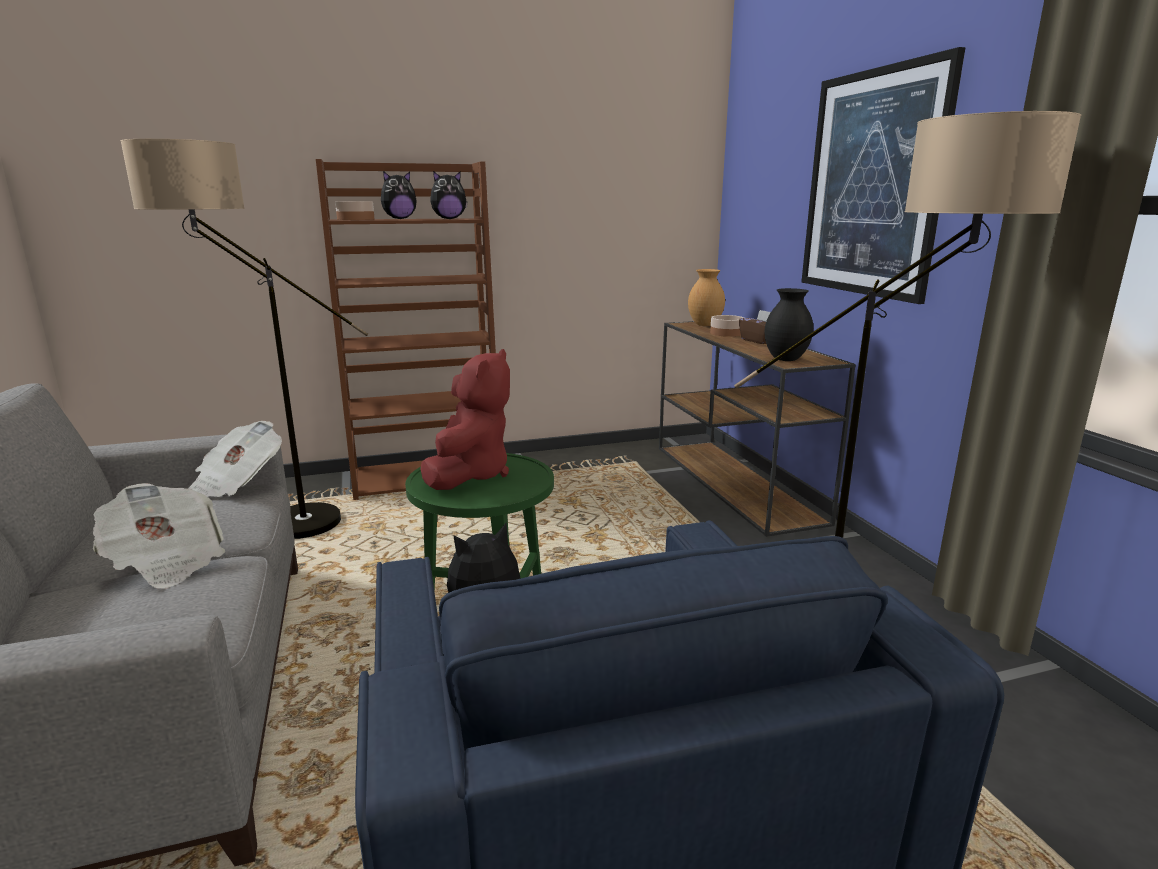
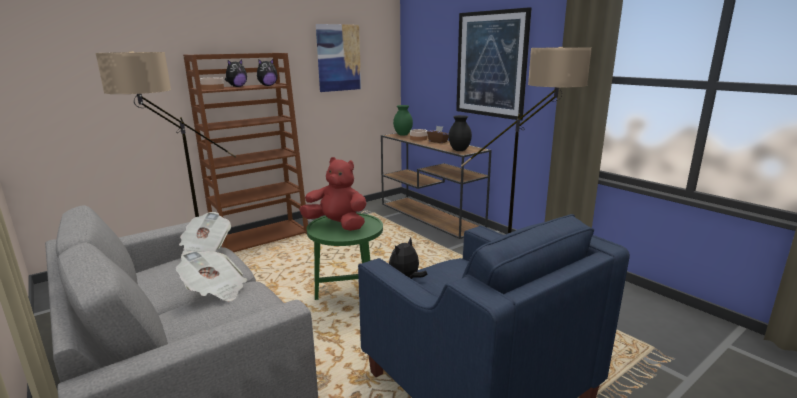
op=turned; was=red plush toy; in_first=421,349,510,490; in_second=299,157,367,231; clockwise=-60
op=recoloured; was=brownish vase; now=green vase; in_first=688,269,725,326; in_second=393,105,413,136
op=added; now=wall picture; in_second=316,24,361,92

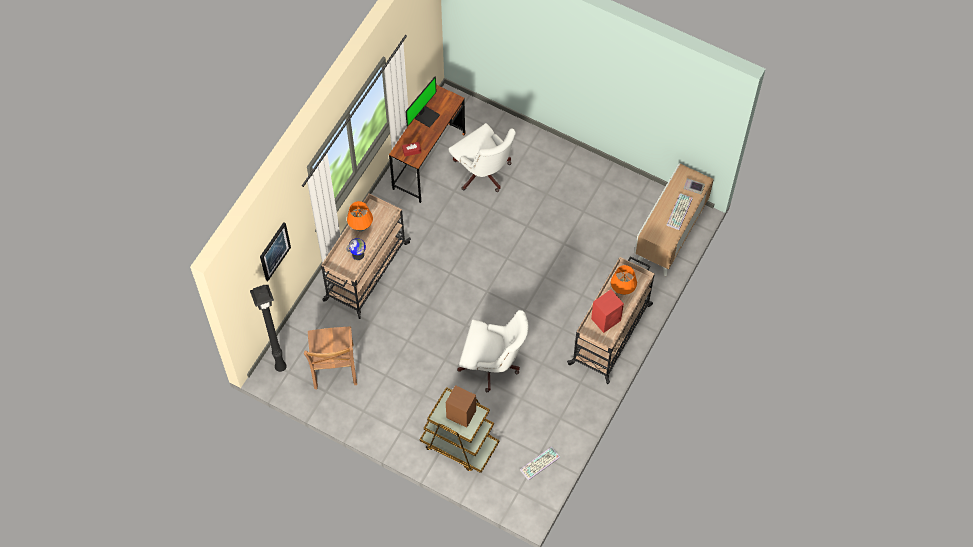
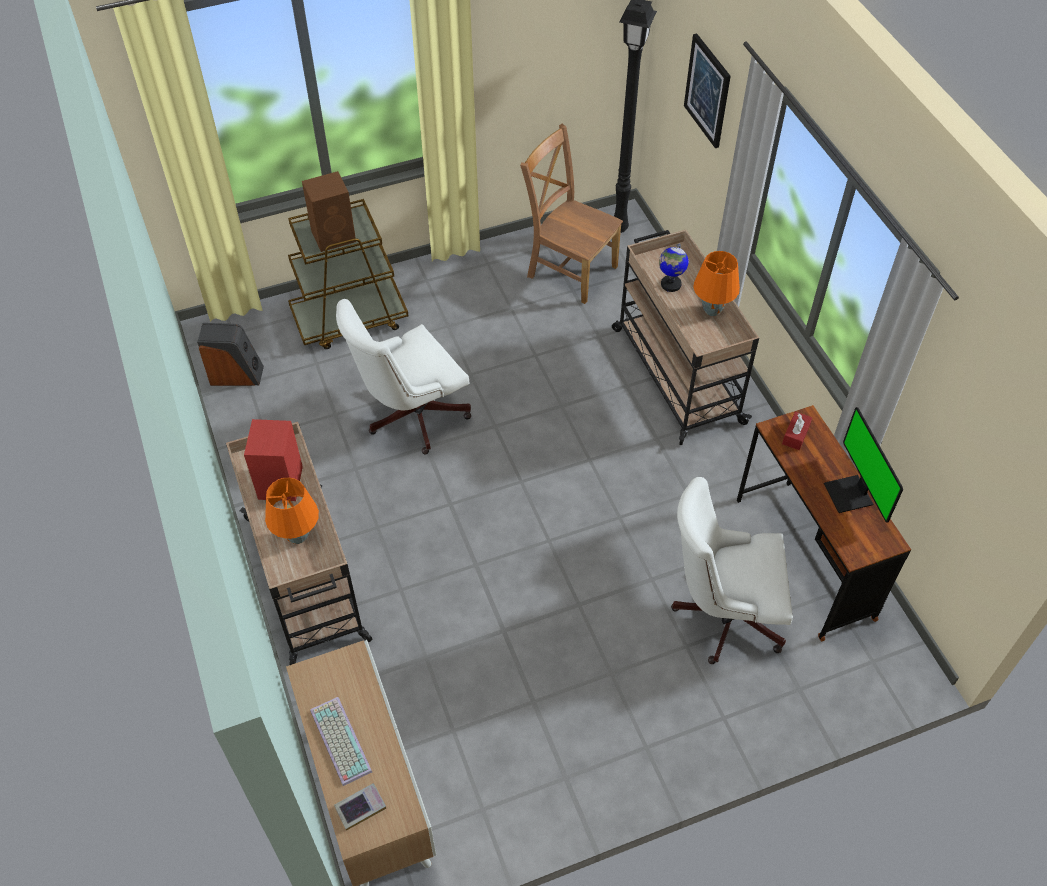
op=replaced; was=PC keyboard; now=audio speaker; in_first=520,447,560,481; in_second=197,323,264,386

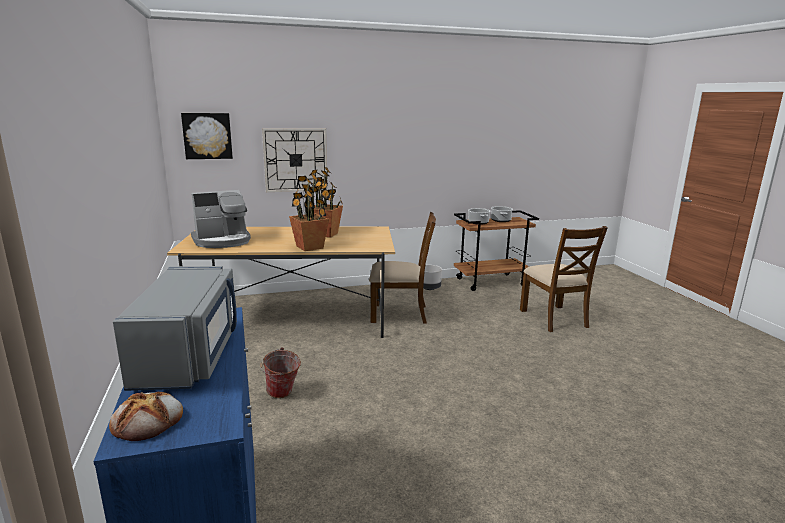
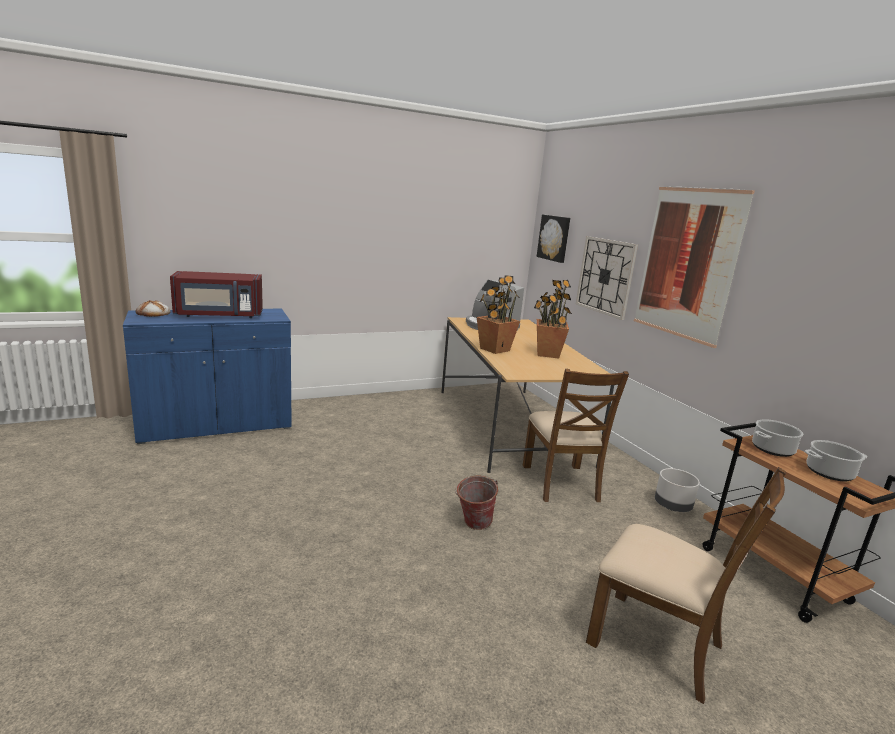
op=recoloured; was=greyish microwave; now=red microwave; in_first=113,266,237,391; in_second=170,271,263,318
op=moved; was=water bucket; in_first=260,347,301,398; in_second=455,476,498,530
op=turned; was=brownish chair; in_first=520,226,608,332; in_second=586,467,786,704; clockwise=-120
op=added; now=wall picture; in_second=634,186,755,348

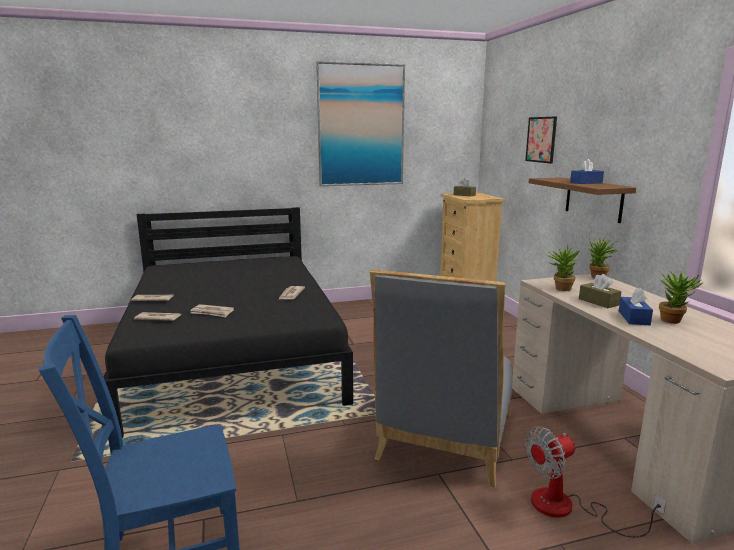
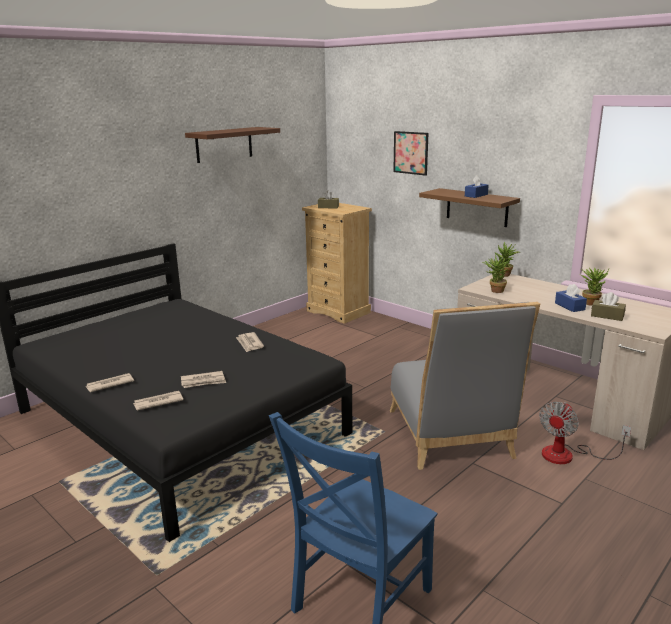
op=replaced; was=wall picture; now=brownish wall shelf; in_first=316,61,405,186; in_second=185,127,280,163
op=moved; was=brownish tissue holder; in_first=579,274,622,308; in_second=591,292,626,321

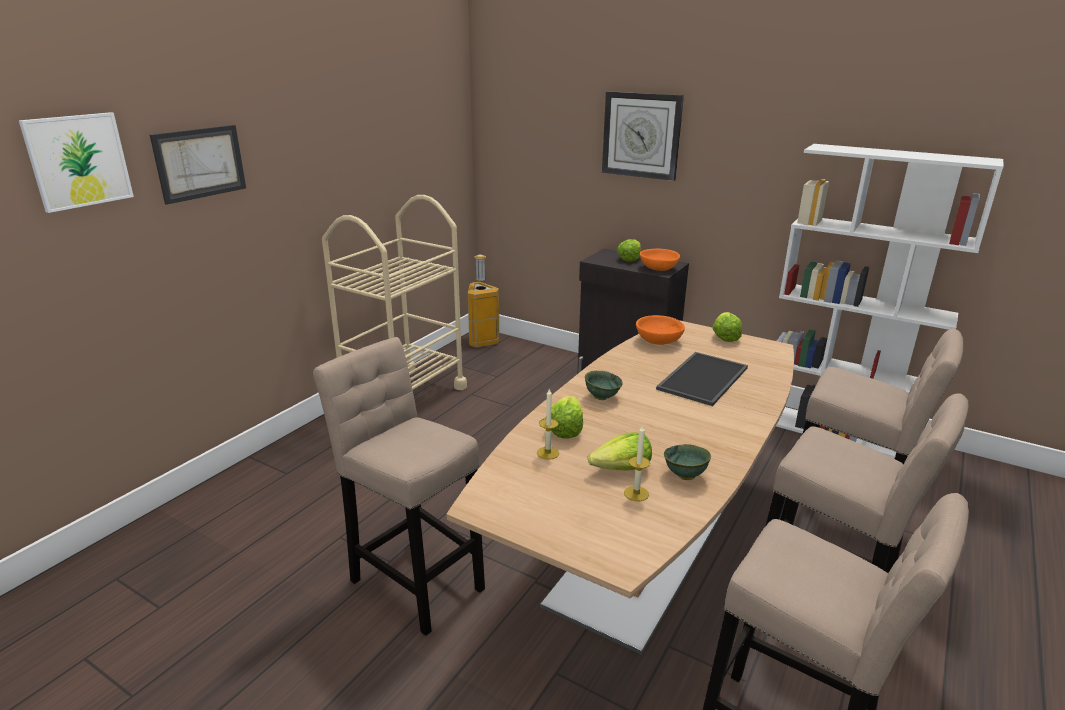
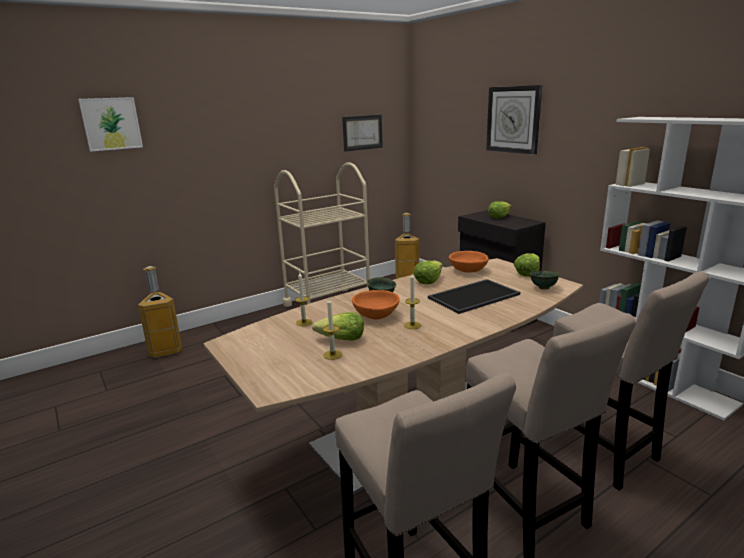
op=moved; was=wall picture; in_first=150,125,246,205; in_second=342,115,383,151
op=removed; was=beige-coloured stool seat; in_first=313,337,485,636
op=moved; was=lettuce; in_first=551,396,583,439; in_second=414,261,443,284
op=moved; was=orange bowl; in_first=640,249,680,271; in_second=352,290,400,319
op=moved; was=green bowl; in_first=664,444,711,480; in_second=530,271,560,289
op=added; now=trash can; in_second=138,266,182,358
op=added; now=wax light; in_second=404,274,421,329

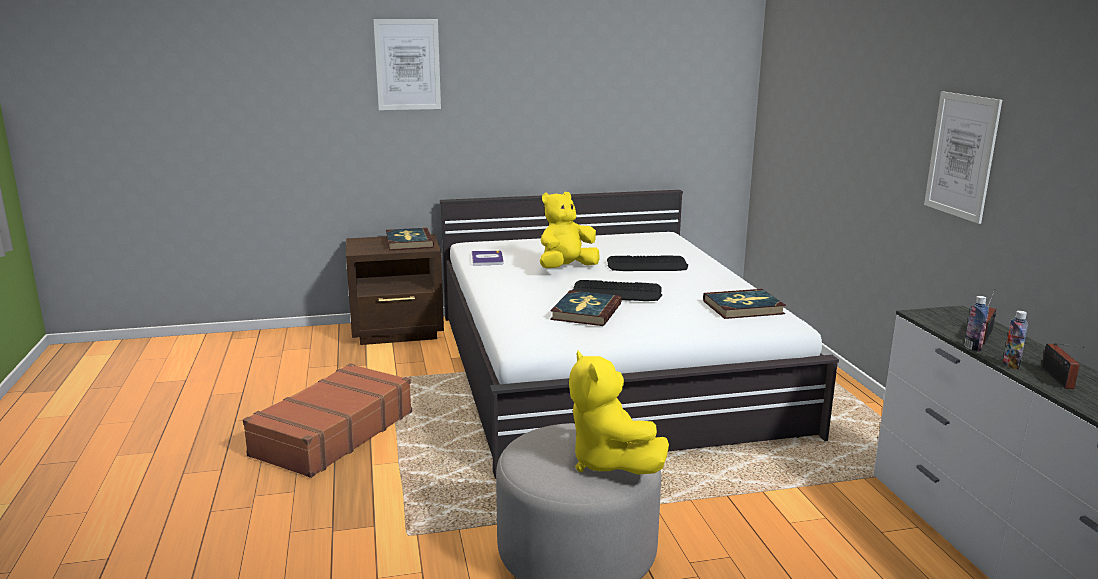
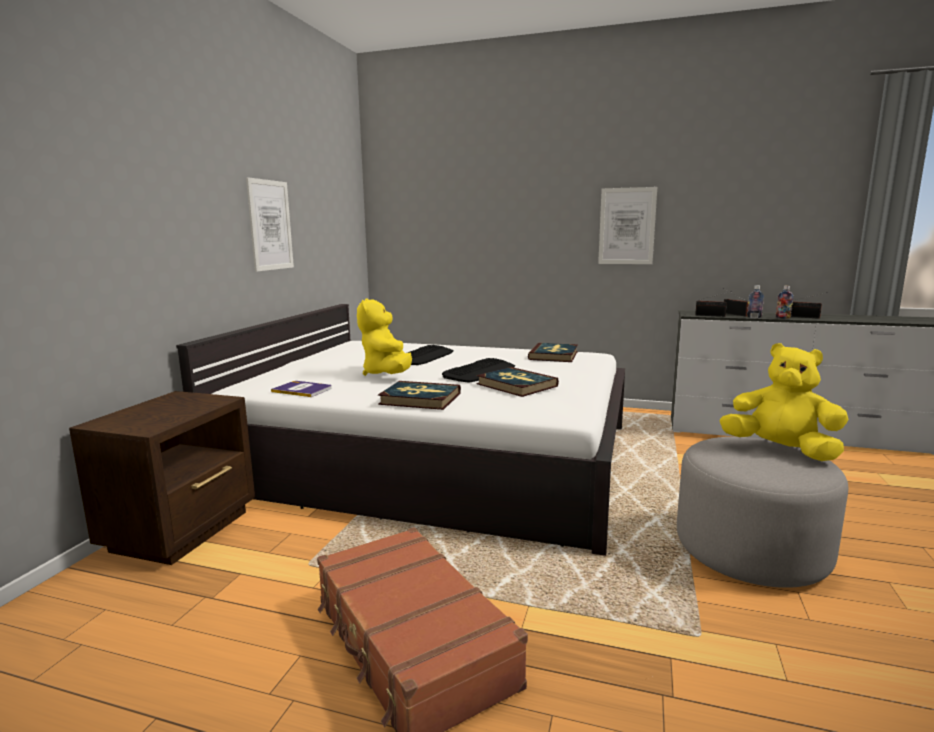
op=moved; was=wall picture; in_first=373,19,441,110; in_second=246,177,294,272
op=moved; was=bound book; in_first=386,228,434,250; in_second=378,381,461,410
op=turned; was=yellow plush toy; in_first=569,351,669,474; in_second=719,343,848,461; clockwise=-150
op=added; now=radio receiver; in_second=695,291,732,317

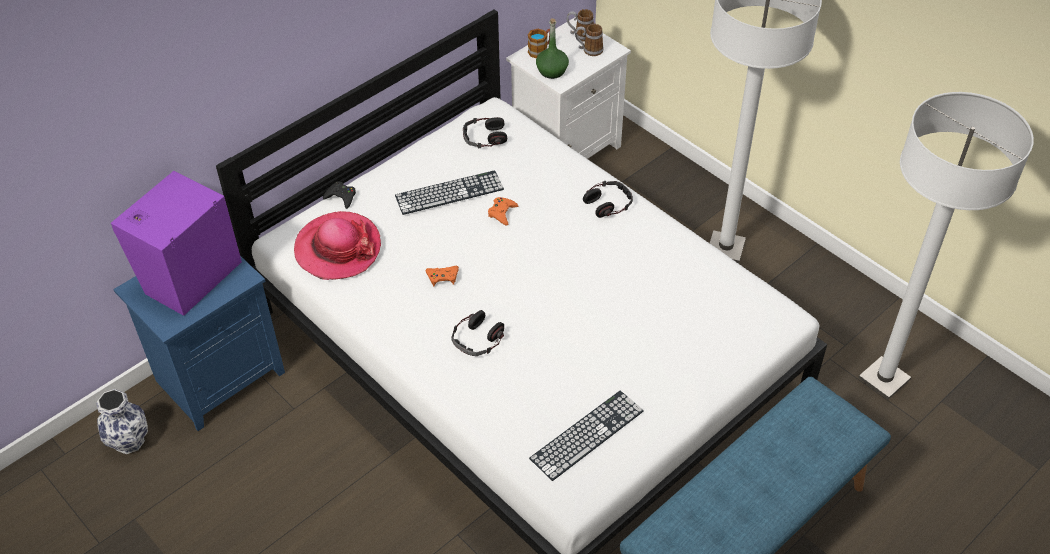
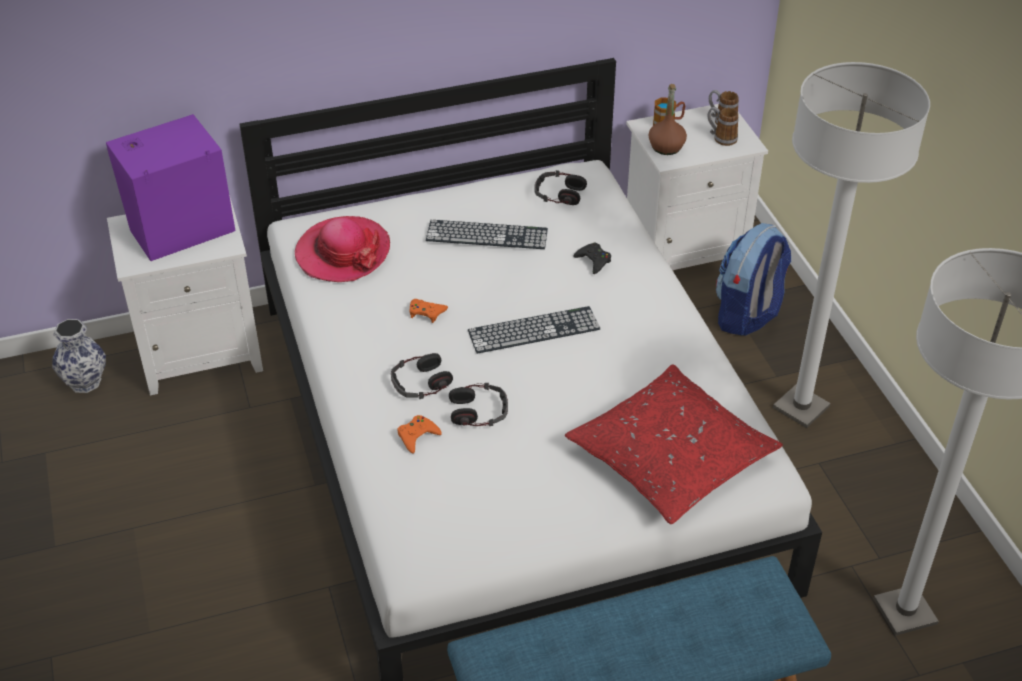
op=recoloured; was=blue-coloured nightstand; now=white-coloured nightstand; in_first=113,256,285,431; in_second=107,195,263,396
op=moved; was=black-coloured joypad; in_first=323,182,356,209; in_second=573,242,611,274
op=moved; was=orange joypad; in_first=488,197,518,226; in_second=397,415,442,454
op=moved; was=PC keyboard; in_first=529,391,644,481; in_second=468,306,601,354
op=recoloured; was=green beverage bottle; now=brownish beverage bottle; in_first=536,18,569,79; in_second=648,84,687,155
op=moved; was=headphones; in_first=583,181,633,218; in_second=449,383,508,426
op=added; now=red pillow; in_second=565,364,783,524
op=added; now=backpack; in_second=716,223,791,336

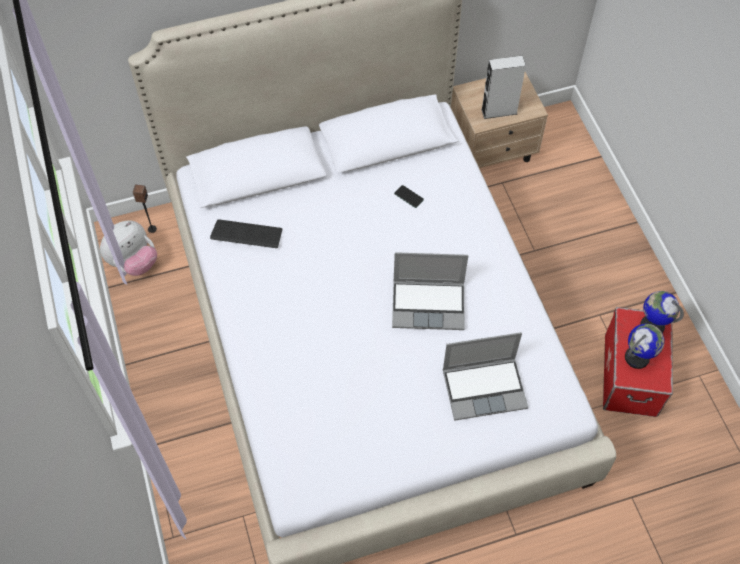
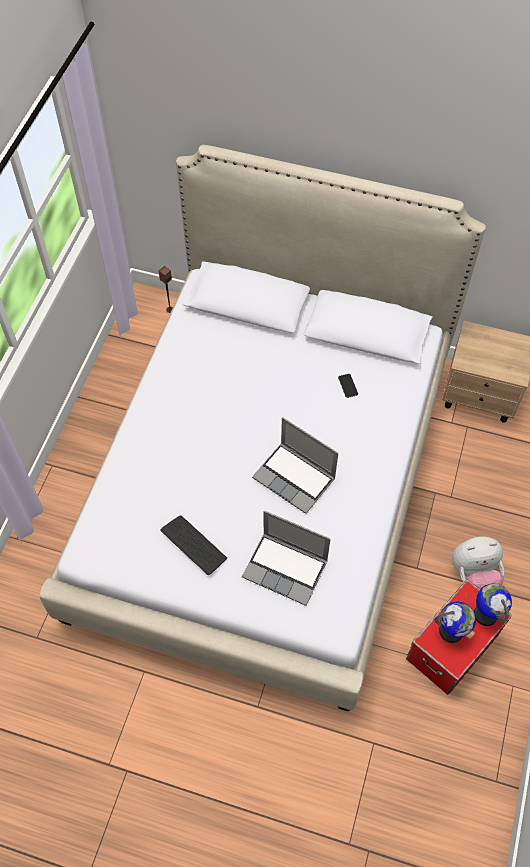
op=moved; was=plush toy; in_first=100,220,157,276; in_second=452,536,504,589
op=moved; was=PC keyboard; in_first=210,219,282,248; in_second=160,515,227,575
op=removed; was=greyish audio speaker; in_first=481,55,526,119

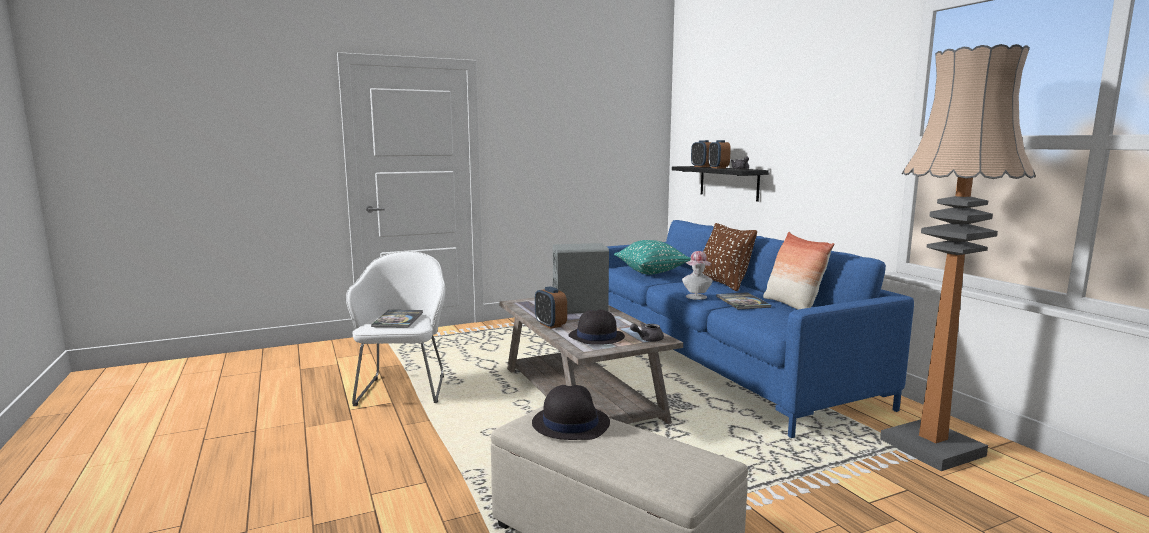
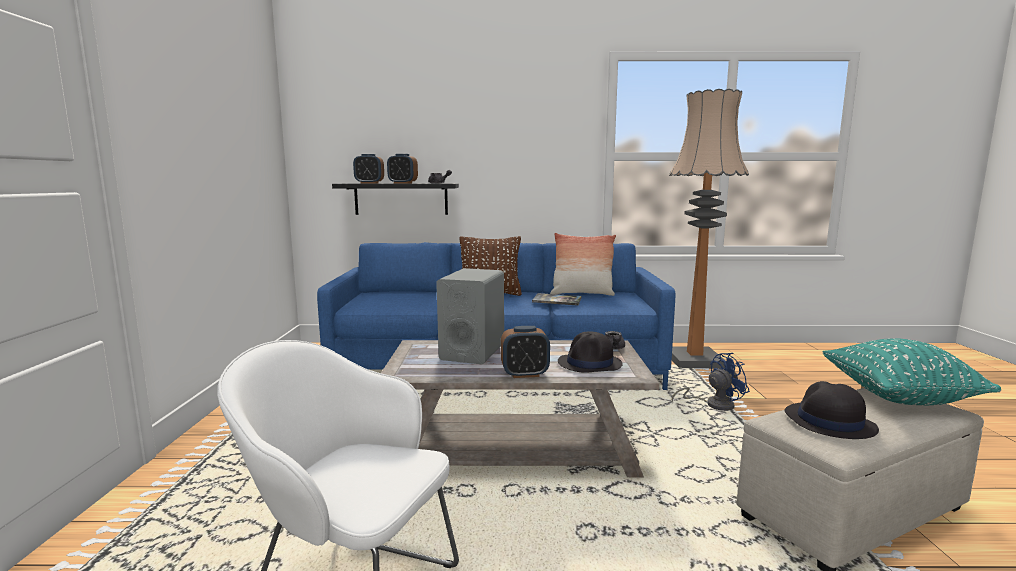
op=removed; was=bound book; in_first=371,310,423,328
op=moved; was=turquoise pillow; in_first=614,240,691,275; in_second=823,338,1001,405
op=removed; was=wearable hat; in_first=682,251,713,300
op=added; now=blue-coloured electric fan; in_second=672,353,750,411

